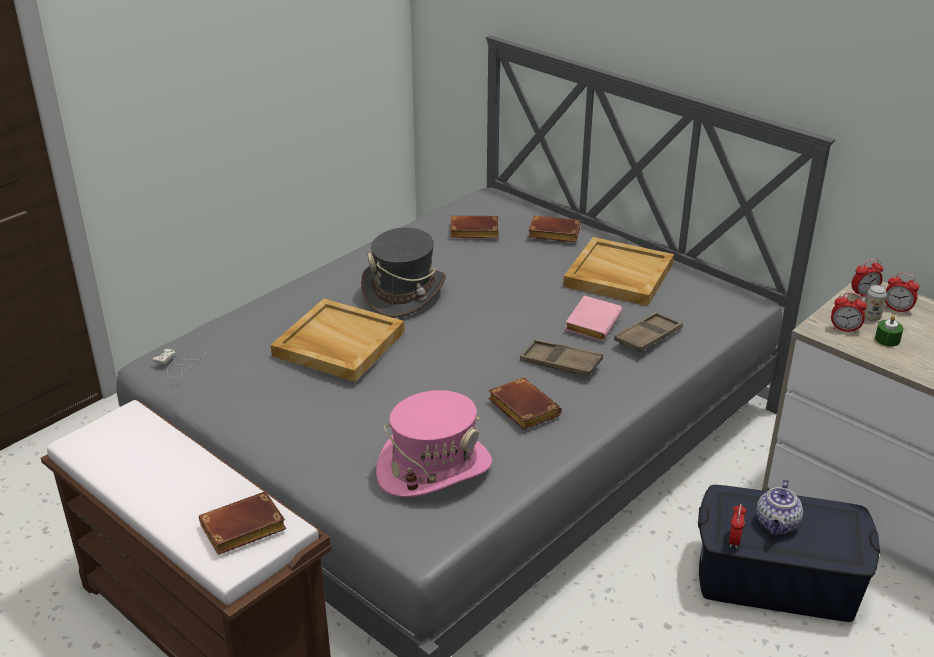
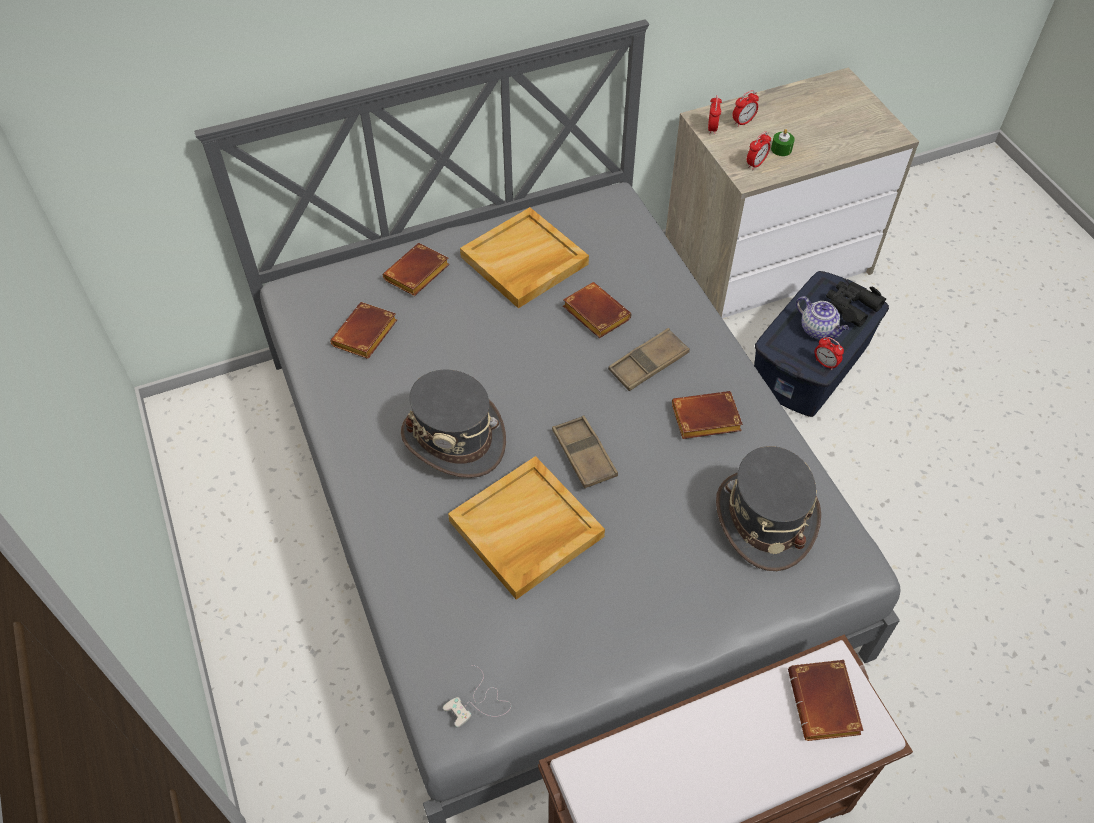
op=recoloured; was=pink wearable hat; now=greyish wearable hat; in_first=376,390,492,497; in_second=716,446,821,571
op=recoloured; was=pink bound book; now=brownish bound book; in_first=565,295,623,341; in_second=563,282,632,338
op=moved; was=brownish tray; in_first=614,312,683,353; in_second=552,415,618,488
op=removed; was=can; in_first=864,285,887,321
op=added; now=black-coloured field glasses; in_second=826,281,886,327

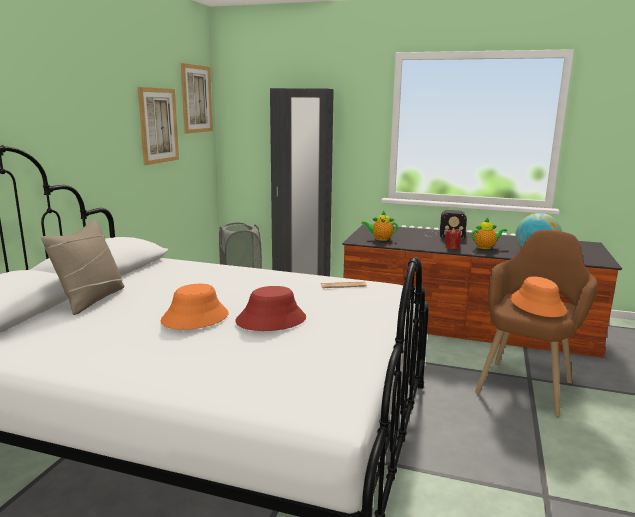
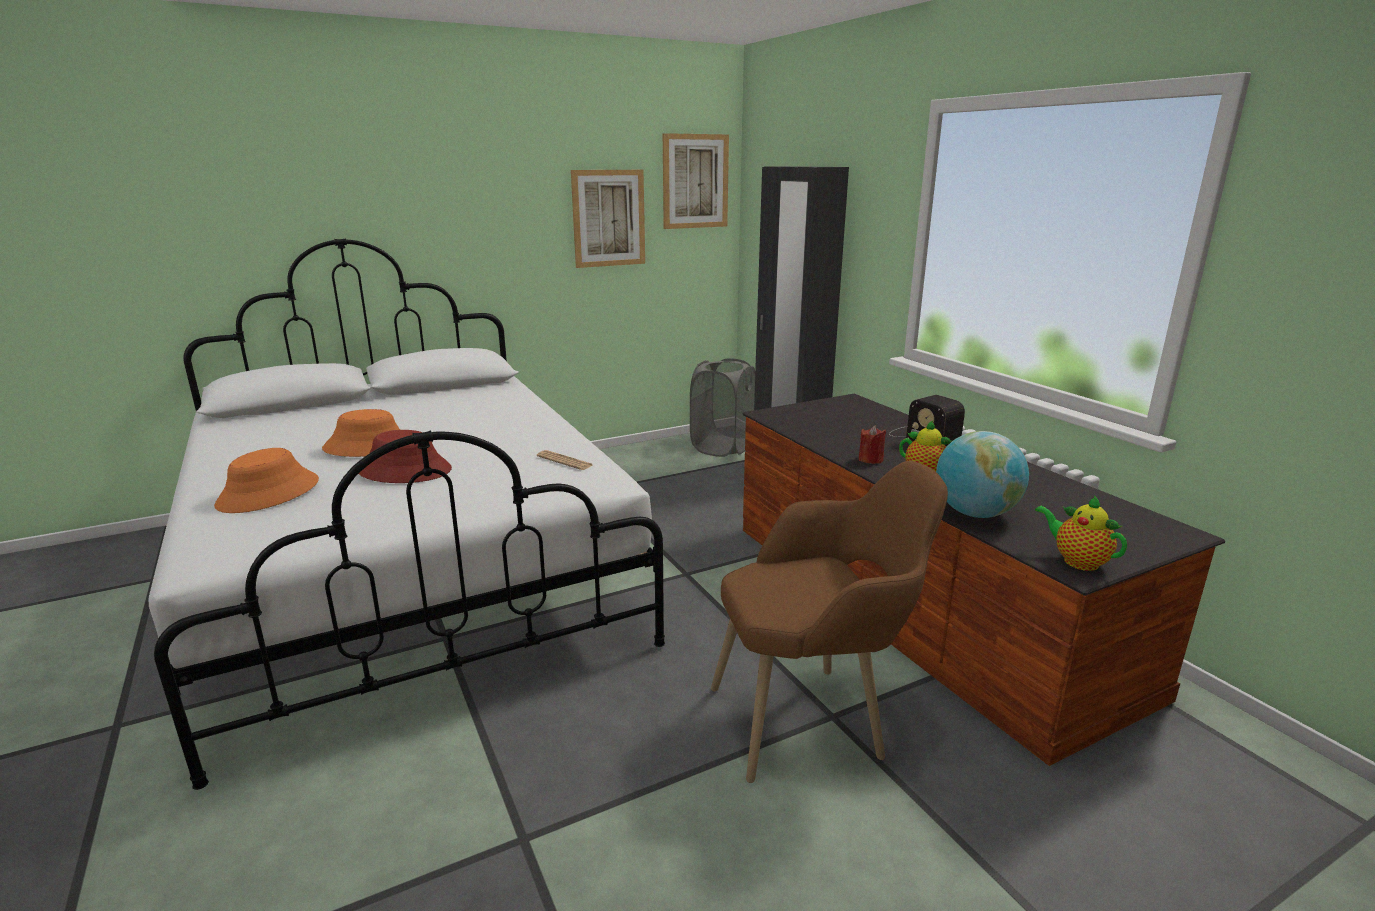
op=removed; was=beige-coloured pillow; in_first=40,220,125,315
op=moved; was=teapot; in_first=362,211,398,241; in_second=1035,495,1127,571
op=moved; was=orange wearable hat; in_first=510,276,567,317; in_second=214,448,319,513

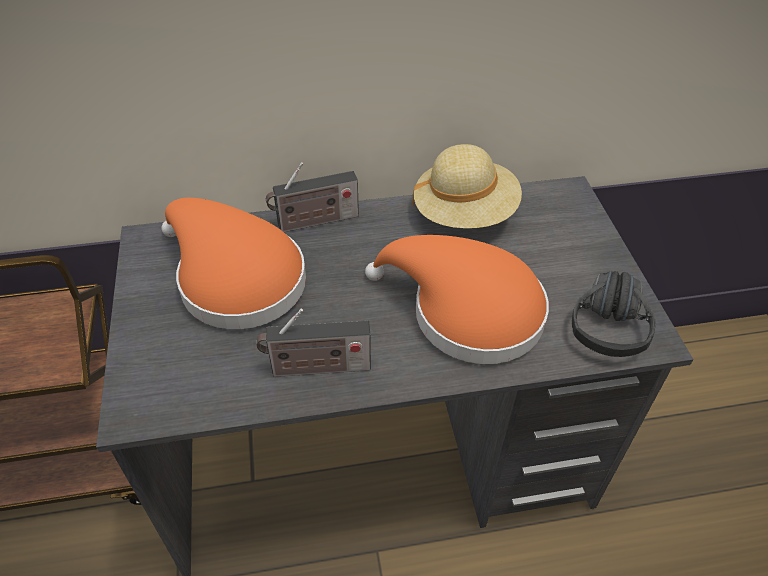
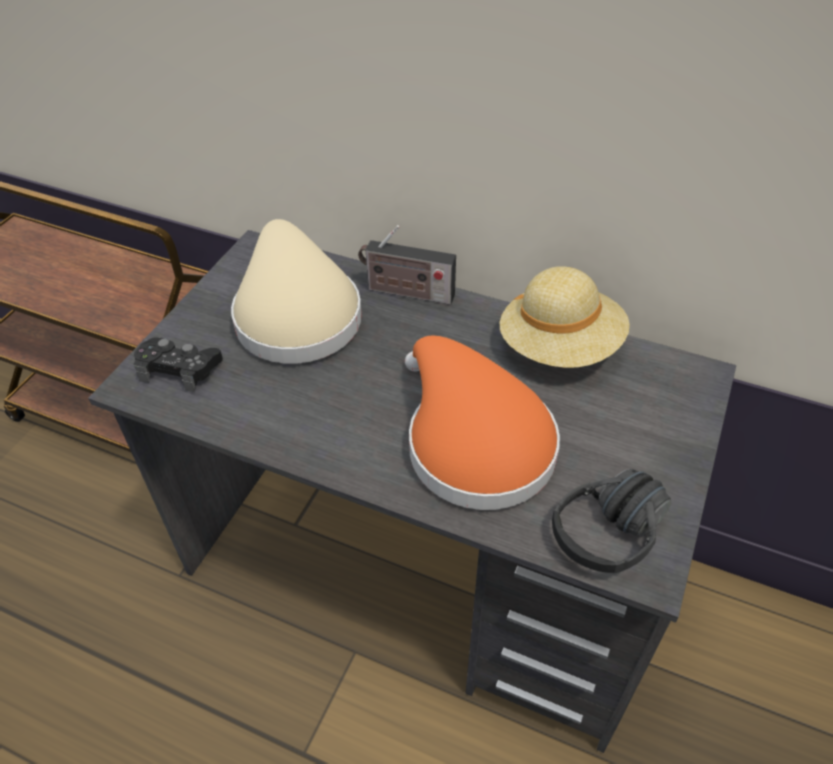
op=recoloured; was=orange wearable hat; now=beige-coloured wearable hat; in_first=161,198,306,329; in_second=231,219,362,364
op=removed; was=radio receiver; in_first=257,309,371,377
op=added; now=black-coloured joypad; in_second=134,337,223,392

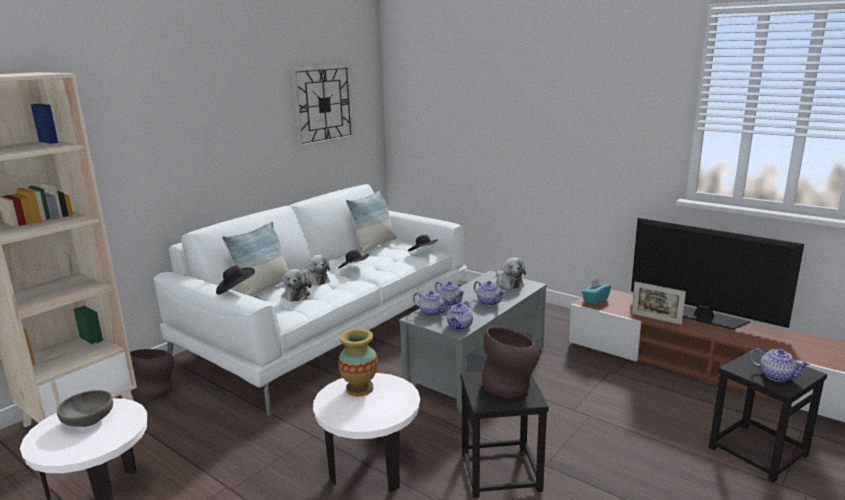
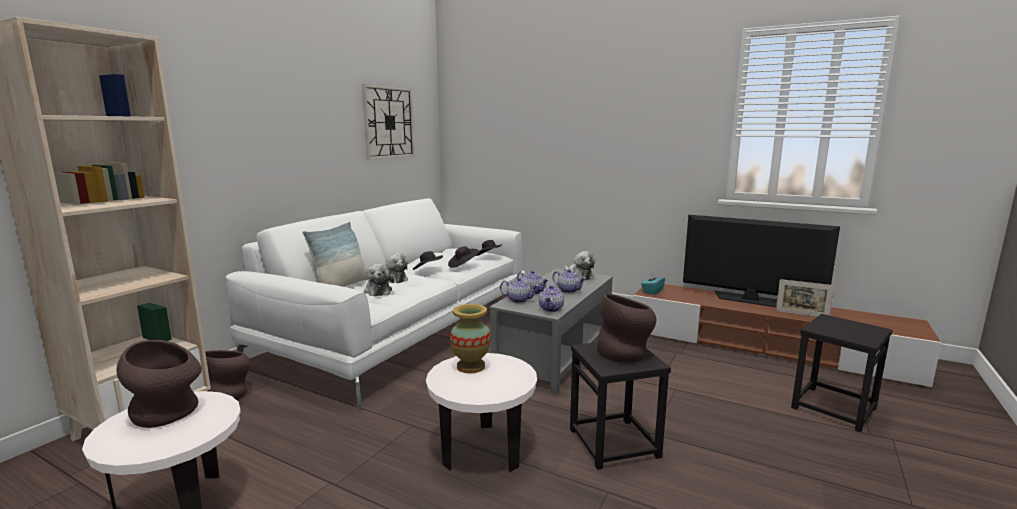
op=replaced; was=greyish bowl; now=brownish vase; in_first=57,390,113,427; in_second=116,340,202,428
op=moved; was=black-coloured wearable hat; in_first=216,266,255,295; in_second=448,246,479,268
op=removed; was=pillow; in_first=346,190,396,254
op=moved; was=standing frame; in_first=632,282,686,325; in_second=776,279,834,317
op=removed; was=teapot; in_first=750,348,810,382

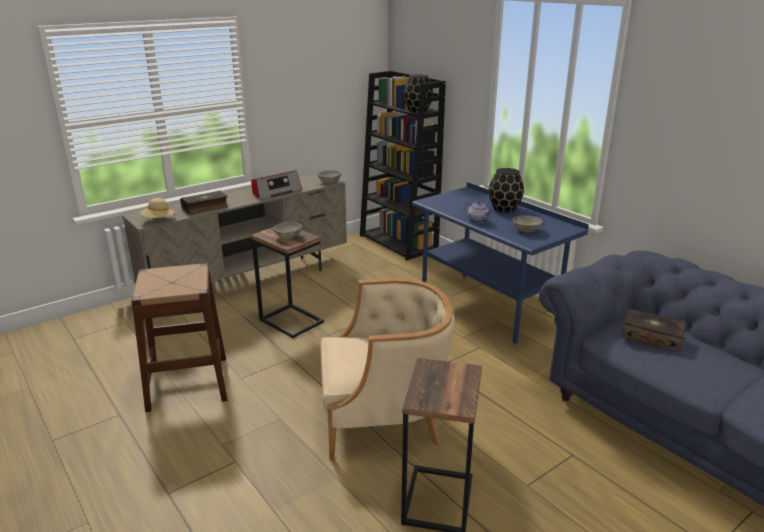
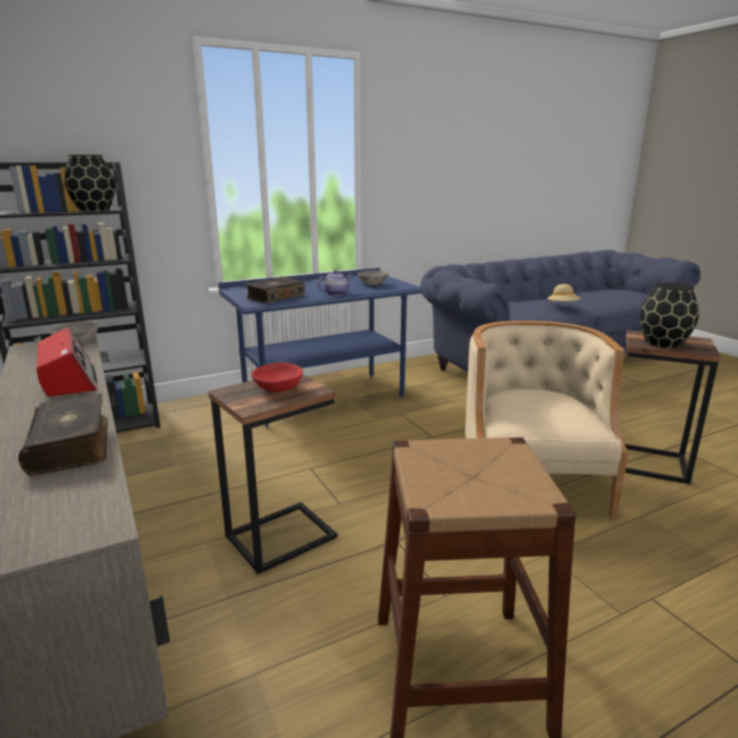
op=moved; was=beige-coloured wearable hat; in_first=140,198,175,218; in_second=547,284,581,303
op=recoloured; was=greyish bowl; now=red bowl; in_first=273,222,302,239; in_second=251,363,303,392
op=moved; was=black-coloured vase; in_first=489,168,524,213; in_second=640,283,699,348
op=moved; was=bound book; in_first=622,309,686,351; in_second=245,276,305,304

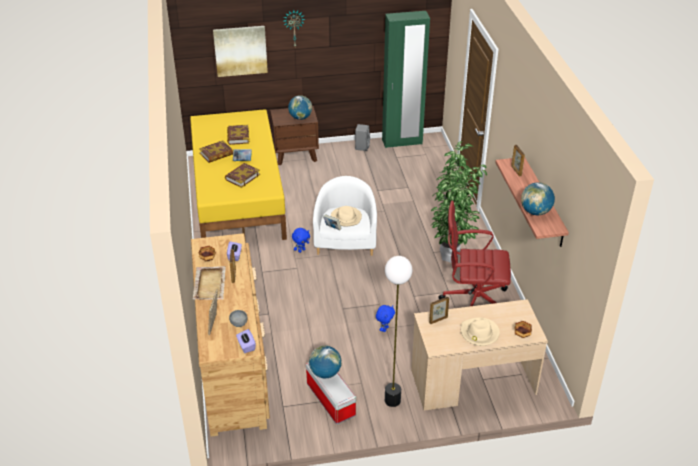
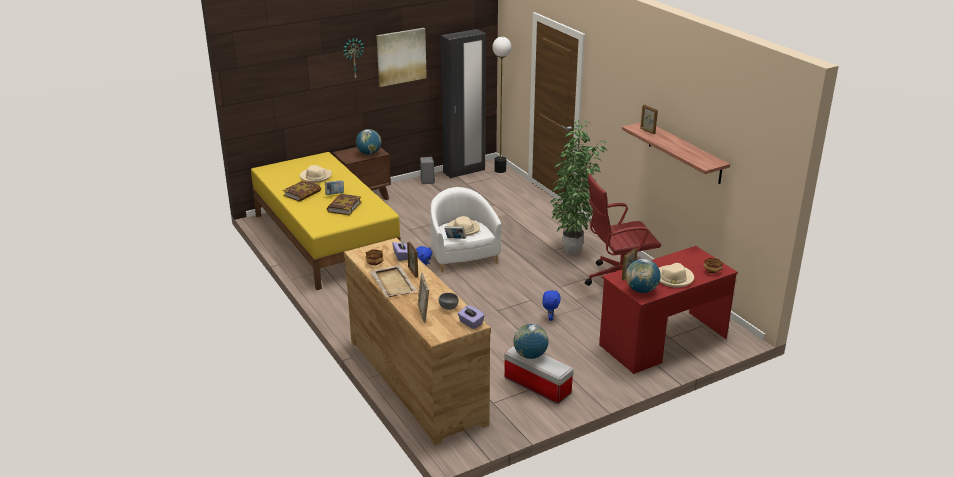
op=moved; was=wall picture; in_first=213,26,268,77; in_second=376,28,427,87
op=replaced; was=bound book; now=beige-coloured wearable hat; in_first=227,125,249,145; in_second=300,165,332,183
op=recoloured; was=green wardrobe; now=black-coloured wardrobe; in_first=382,11,430,148; in_second=440,29,486,178
op=moved; was=standing lamp; in_first=385,256,412,407; in_second=492,37,511,173
op=recoloured; was=beige-coloured desk table; now=red desk table; in_first=411,299,548,411; in_second=599,246,738,374
op=moved; was=world globe; in_first=521,182,555,215; in_second=626,258,661,293

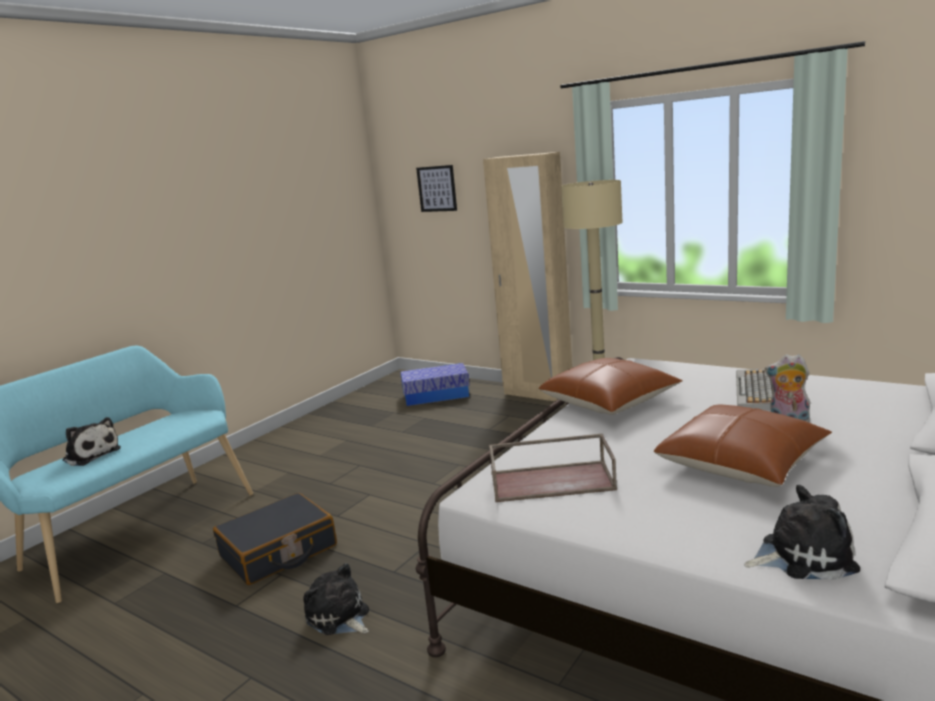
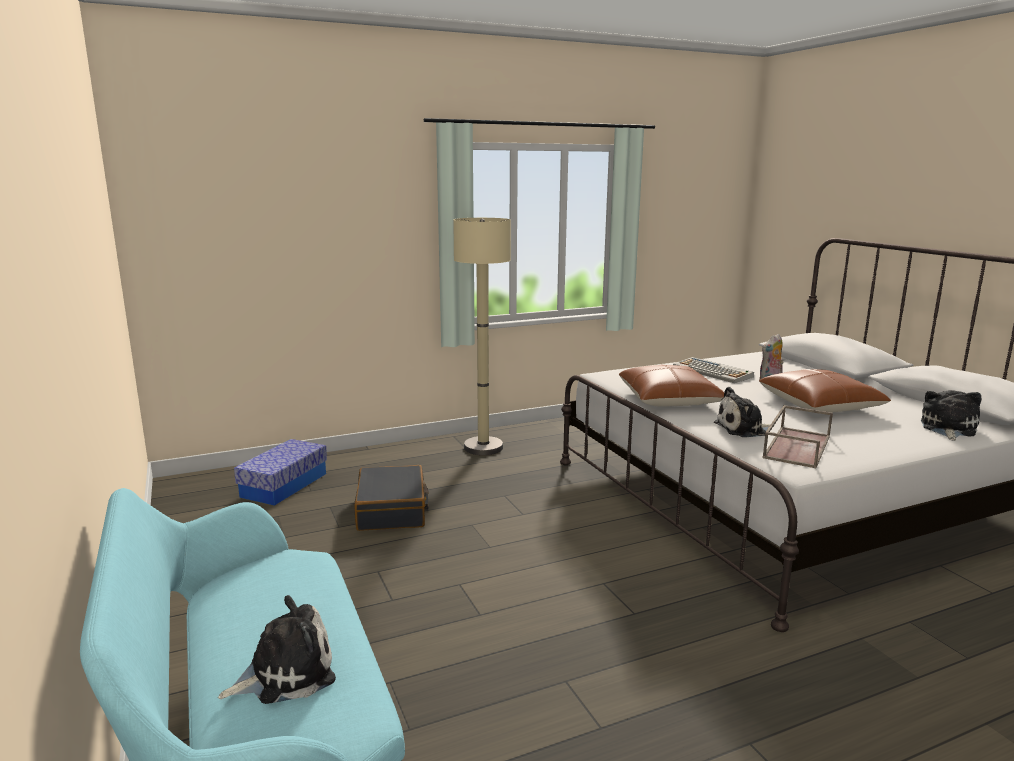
op=moved; was=black-coloured piece of luggage; in_first=213,493,337,585; in_second=355,465,429,531
op=moved; was=plush toy; in_first=303,563,369,635; in_second=714,387,774,437
op=removed; was=wall picture; in_first=416,165,457,212
op=removed; was=beige-coloured wardrobe; in_first=483,152,572,401

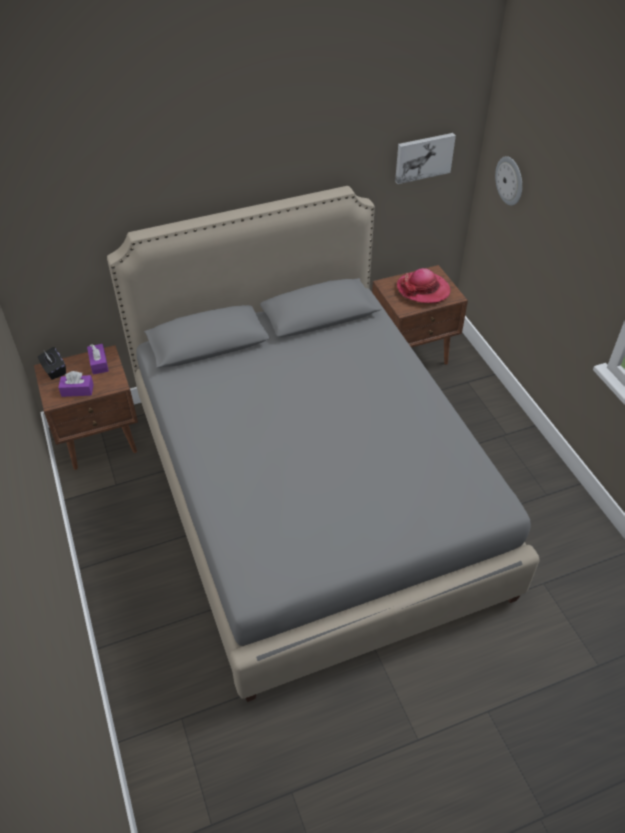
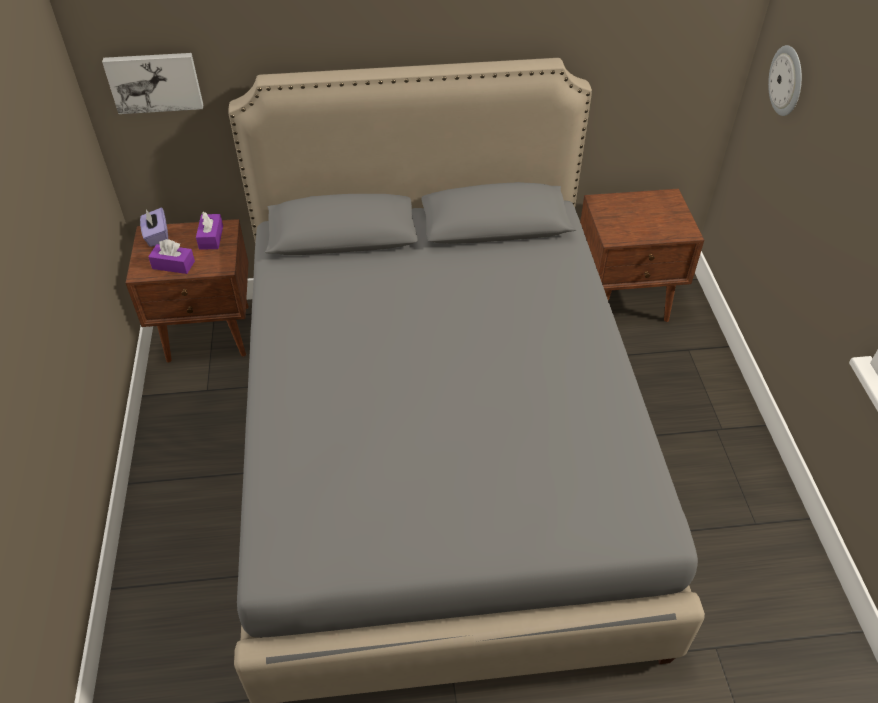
op=recoloured; was=black-coloured tissue holder; now=purple tissue holder; in_first=38,347,66,380; in_second=140,208,168,247
op=moved; was=wall picture; in_first=395,133,456,184; in_second=102,53,203,114
op=removed; was=wearable hat; in_first=397,268,450,303

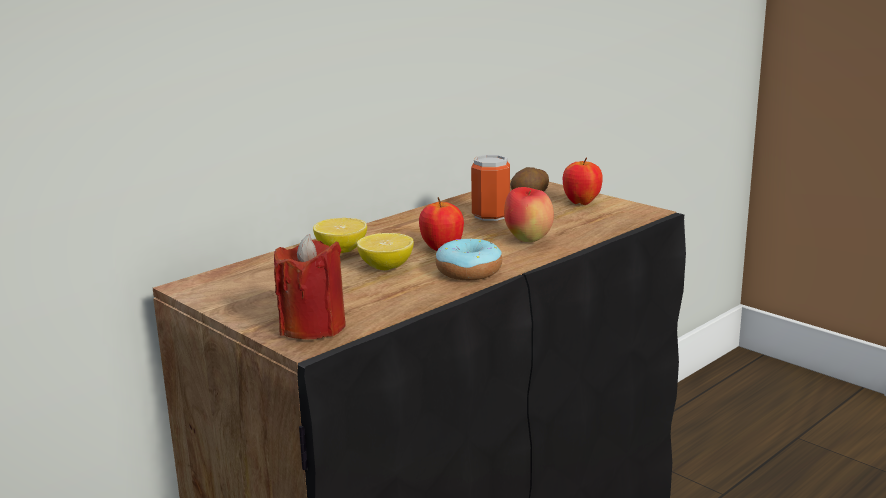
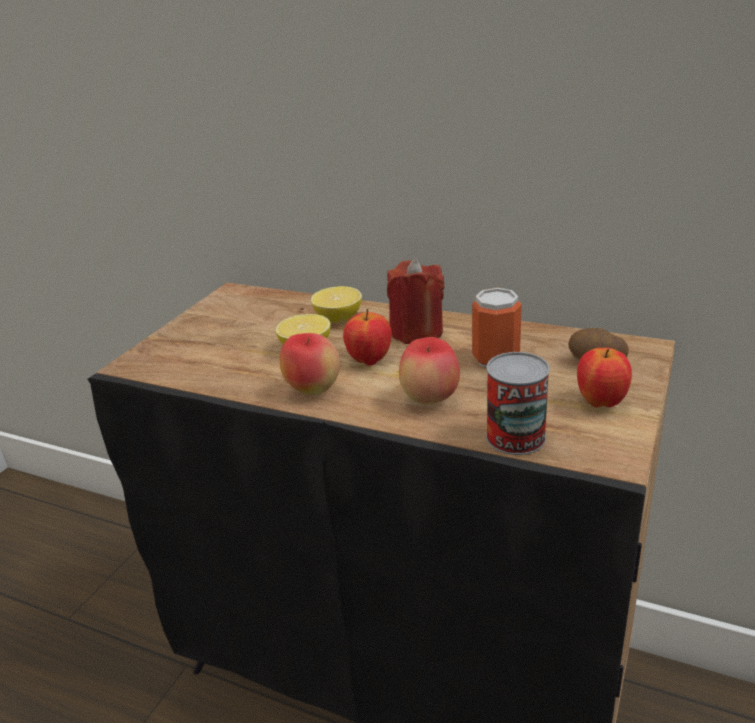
op=moved; was=red wax light; in_first=274,234,346,340; in_second=387,258,444,344
op=replaced; was=ring doughnut; now=whole apple; in_first=435,238,502,280; in_second=280,333,341,395
op=added; now=can; in_second=486,352,550,455

